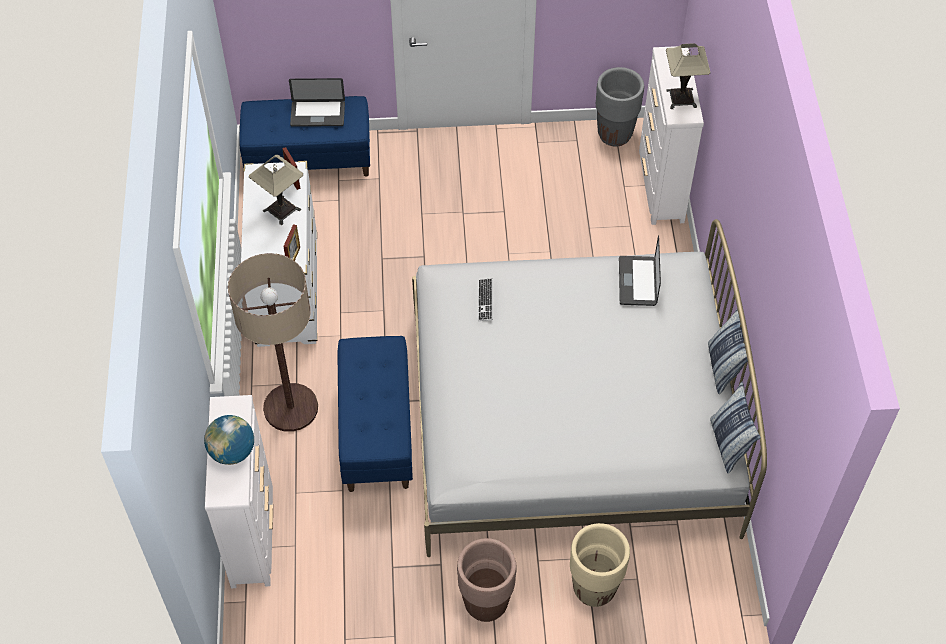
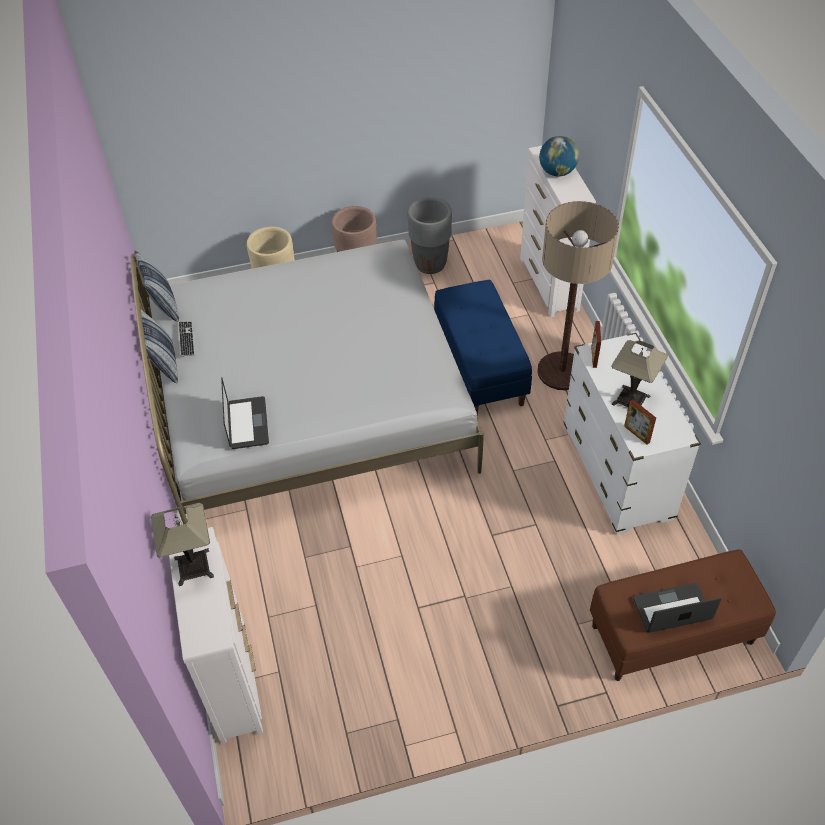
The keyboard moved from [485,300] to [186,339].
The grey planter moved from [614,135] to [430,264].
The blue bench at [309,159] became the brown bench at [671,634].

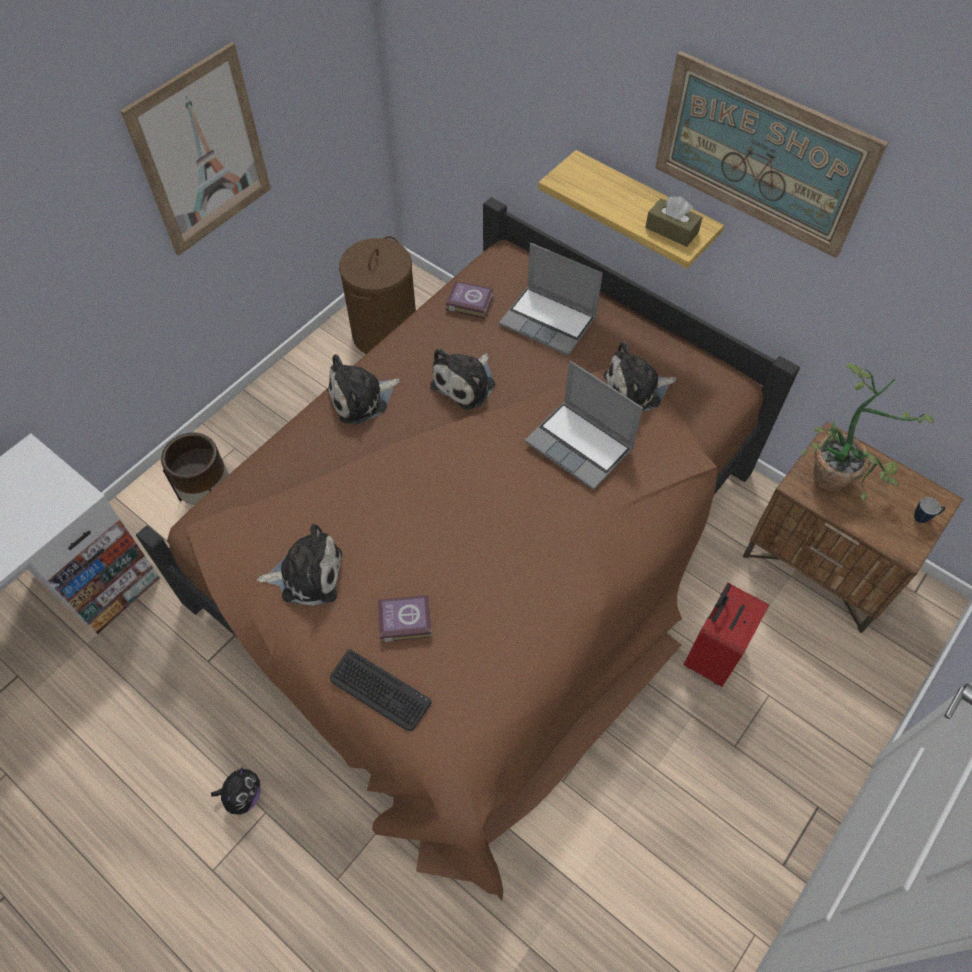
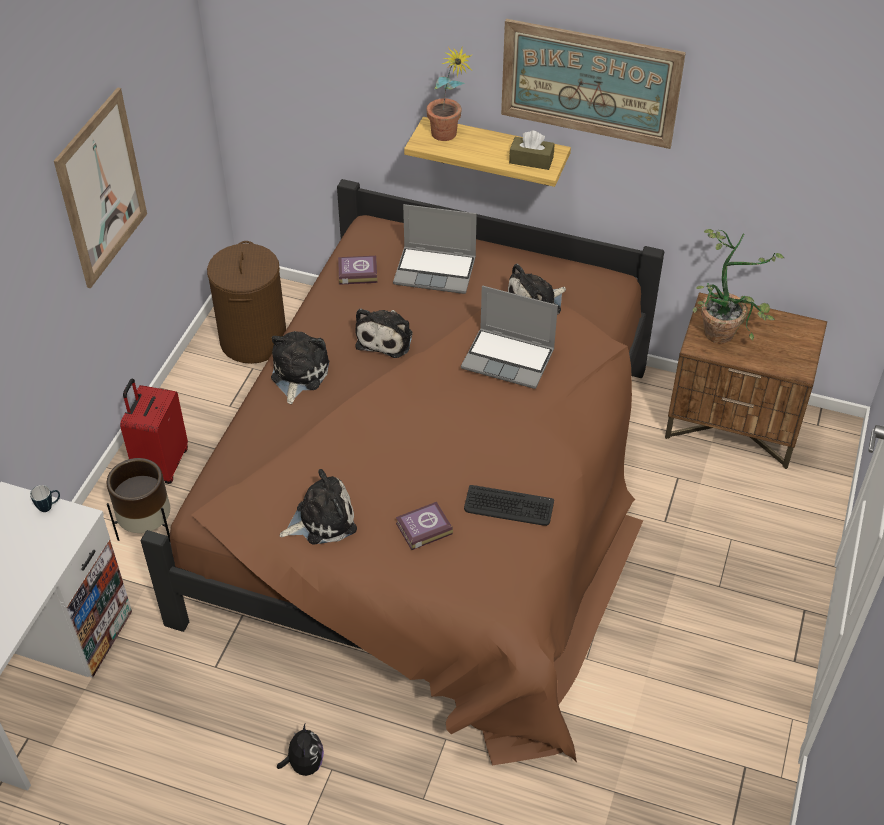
The mug moved from [923,518] to [49,506].
The red suitcase moved from [711,654] to [161,464].
The plush toy at [361,398] turned 150 degrees clockwise.
The potted plant at [447,138] appeared.
The keyboard moved from [379,690] to [508,506].

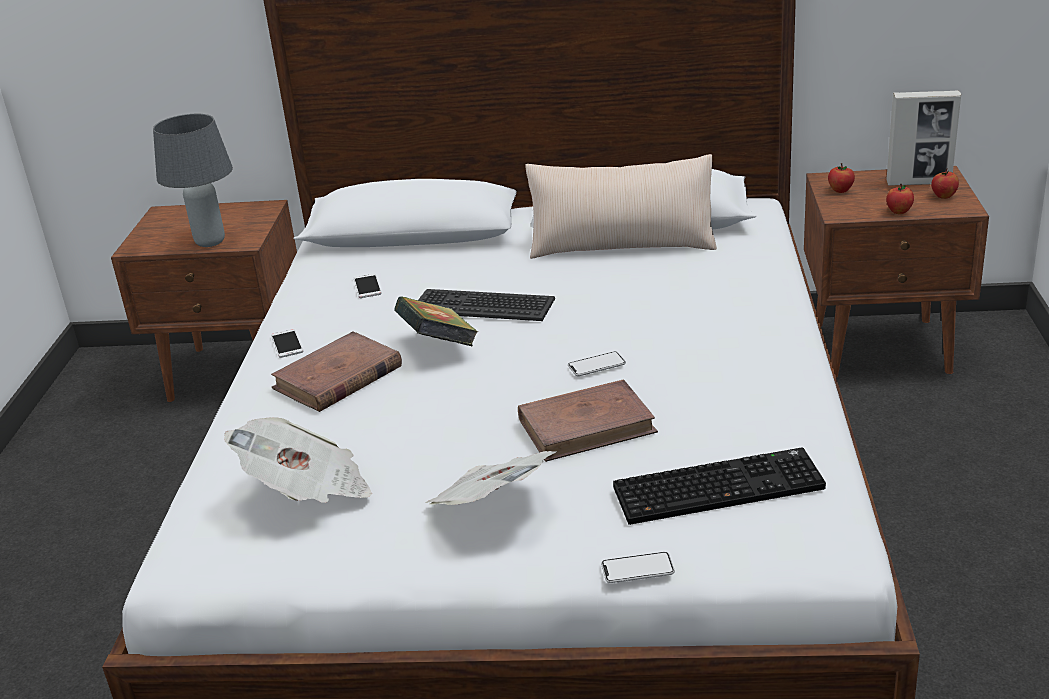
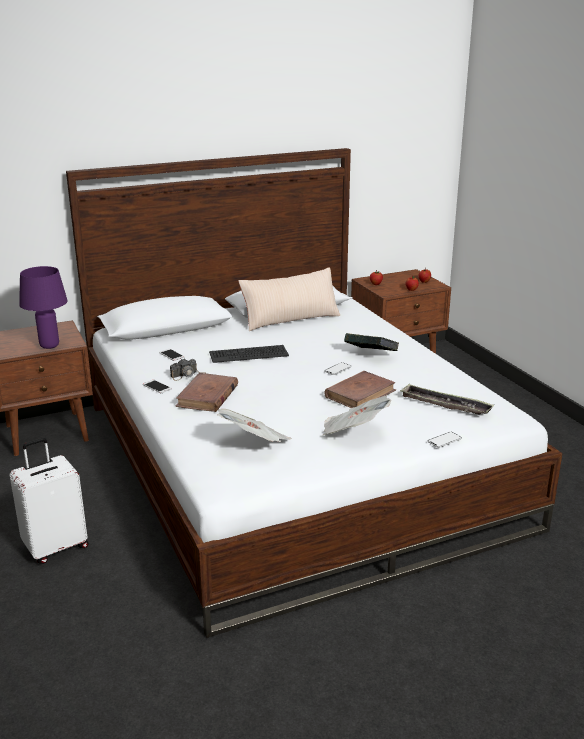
The white suitcase at [56,547] appeared.
The grey table lamp at [211,242] became the purple table lamp at [49,345].
The photo camera at [188,375] appeared.
The book moved from [438,346] to [371,356].
The keyboard at [719,486] was replaced by the tray at [445,404].
The picture frame at [919,183] disappeared.

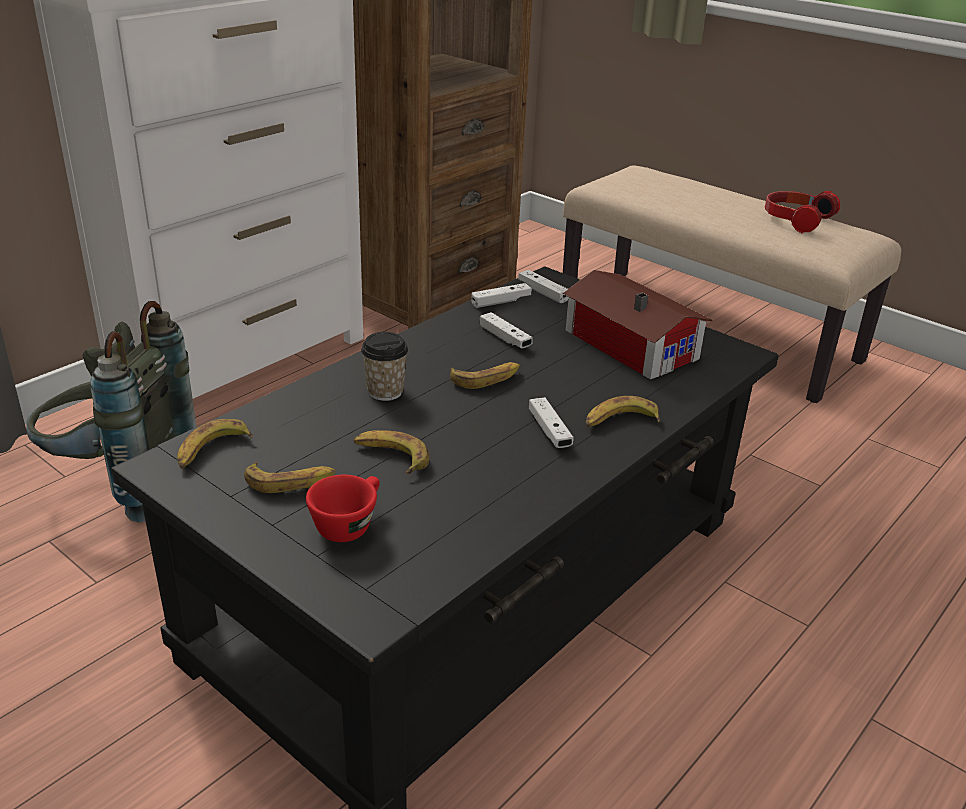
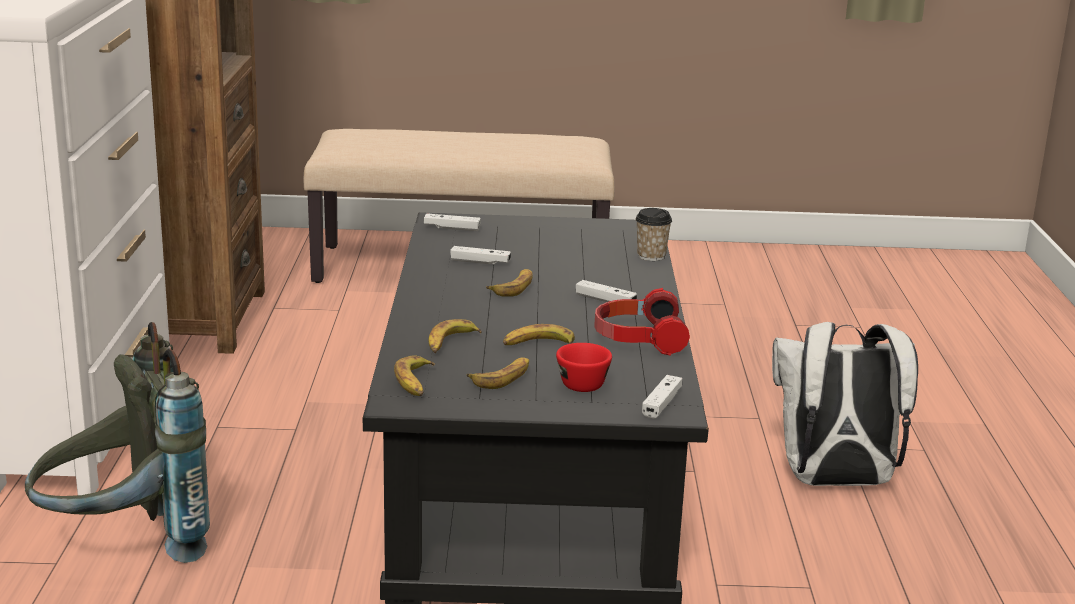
The banana moved from [620,421] to [450,343].
The headphones moved from [795,220] to [638,338].
The cup moved from [385,392] to [651,256].
The white game controller moved from [501,302] to [661,404].
The white backpack at [834,482] appeared.
The toy house at [630,342] disappeared.

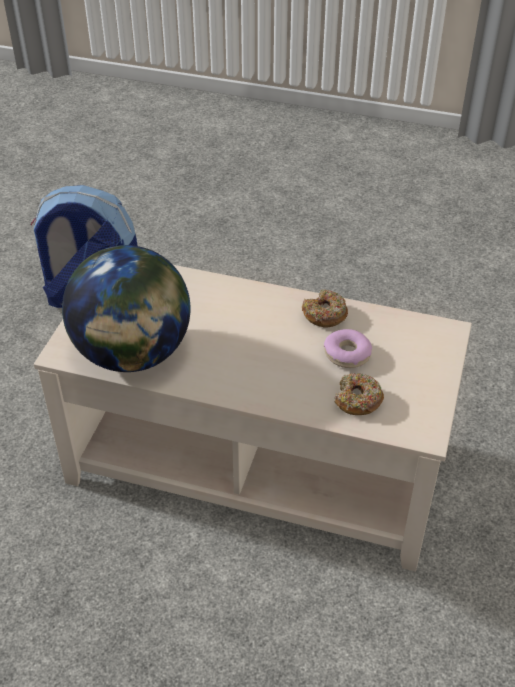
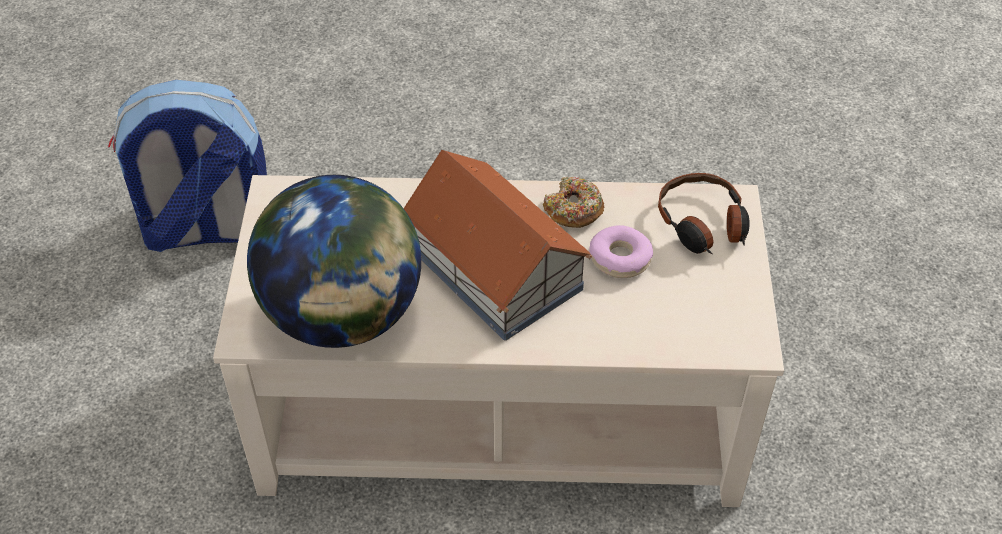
The toy house at [494,269] appeared.
The headphones at [703,224] appeared.
The donut at [357,400] disappeared.

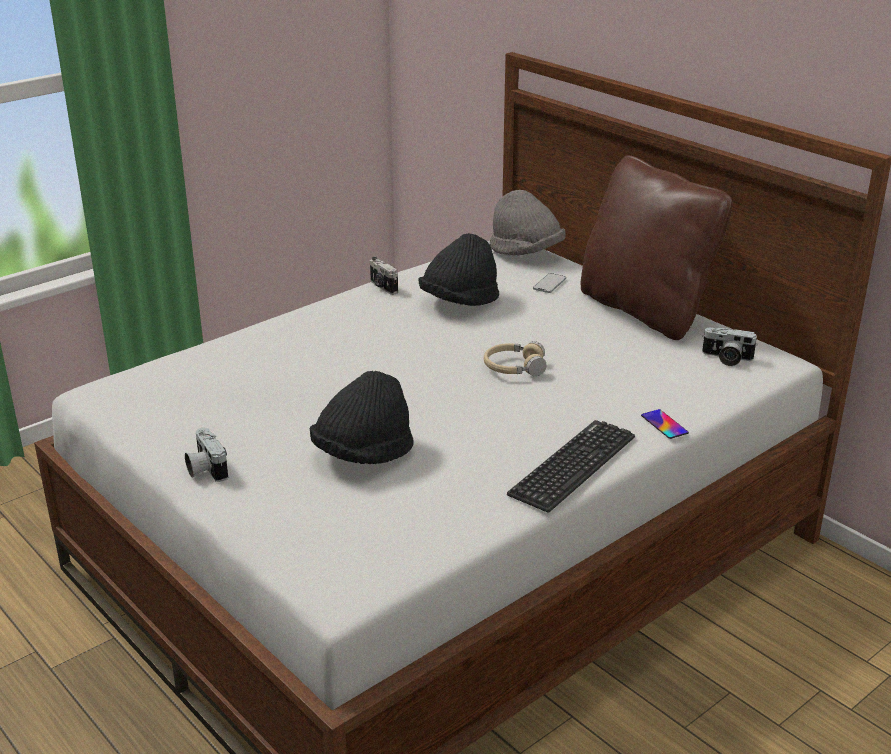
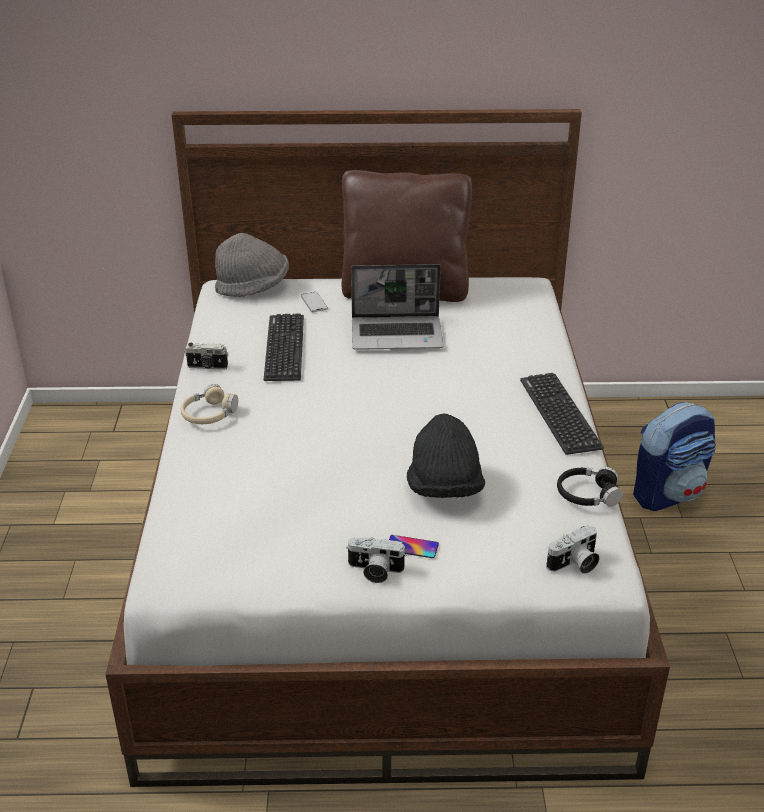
The beige headphones moved from [514,367] to [209,414].
The black hat at [459,302] was replaced by the keyboard at [284,348].
The laptop at [398,334] appeared.
The phone moved from [664,424] to [412,547].
The photo camera moved from [726,358] to [574,564].
The black headphones at [587,494] appeared.
The backpack at [668,493] appeared.

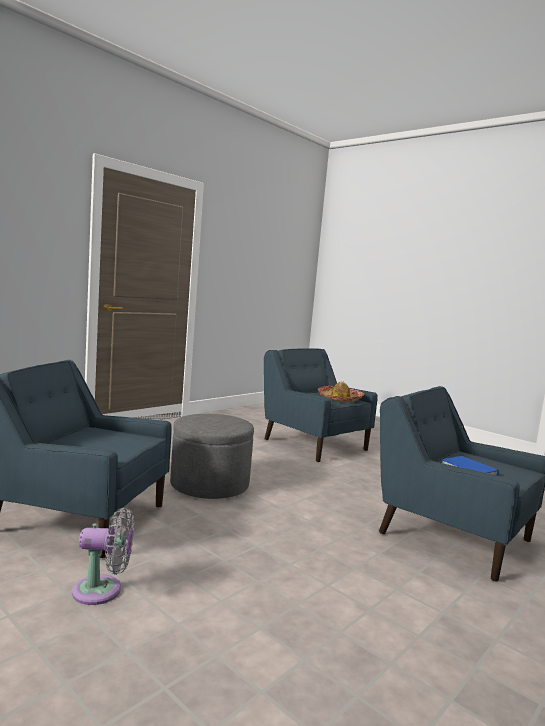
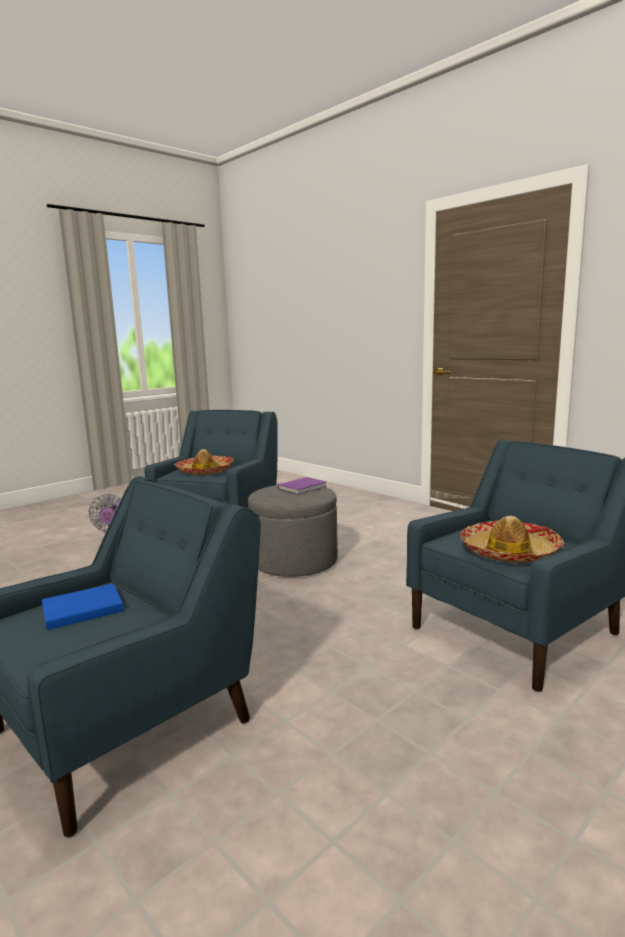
The hat at [205,471] appeared.
The purple book at [304,487] appeared.

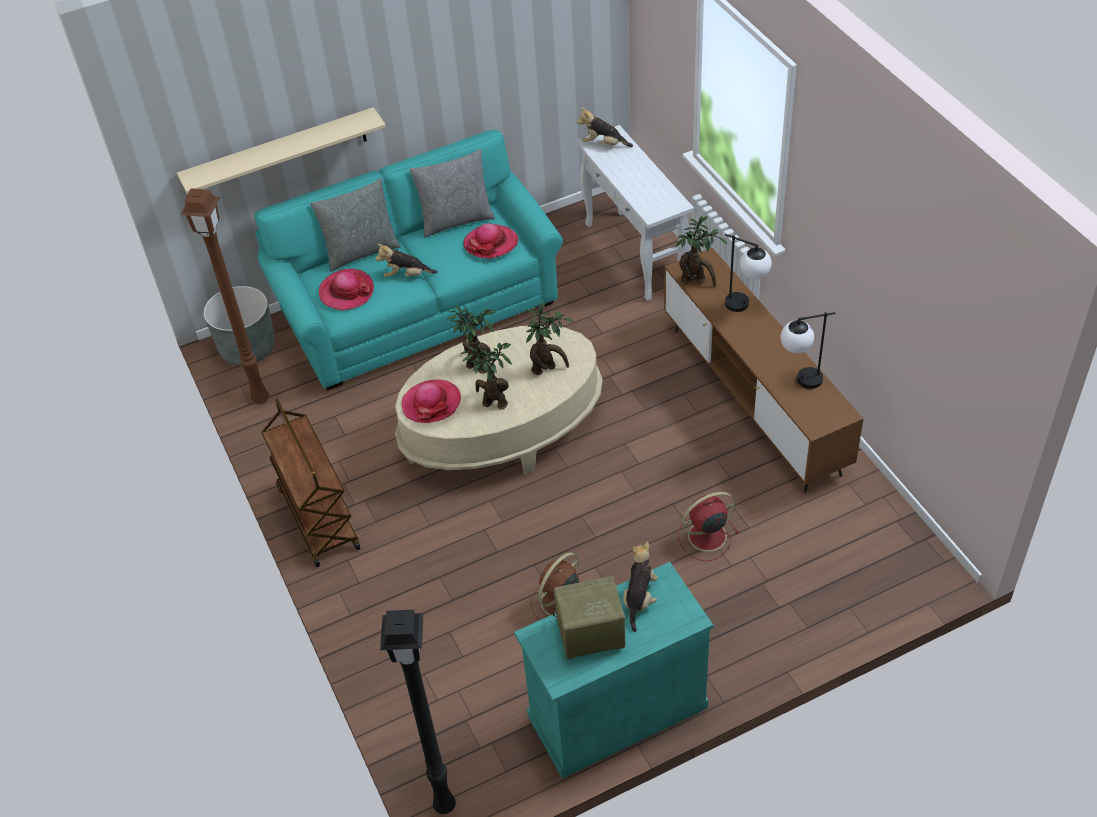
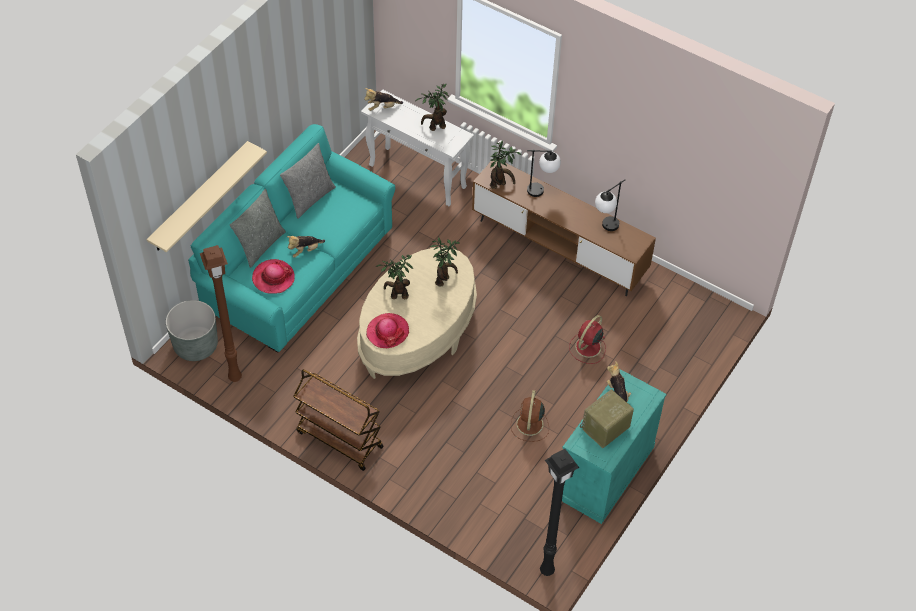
The potted plant moved from [492,402] to [435,127].
The hat at [491,243] disappeared.

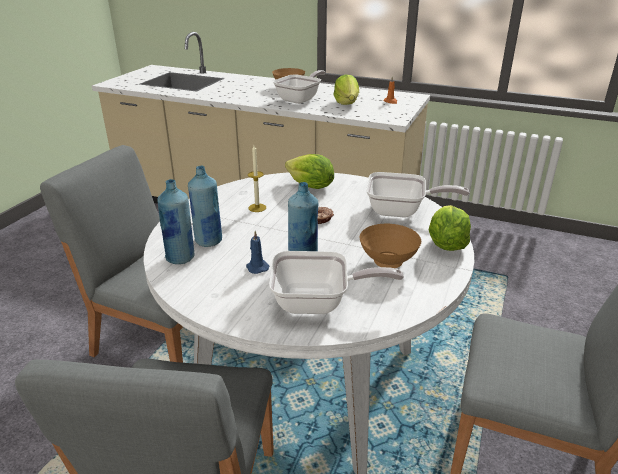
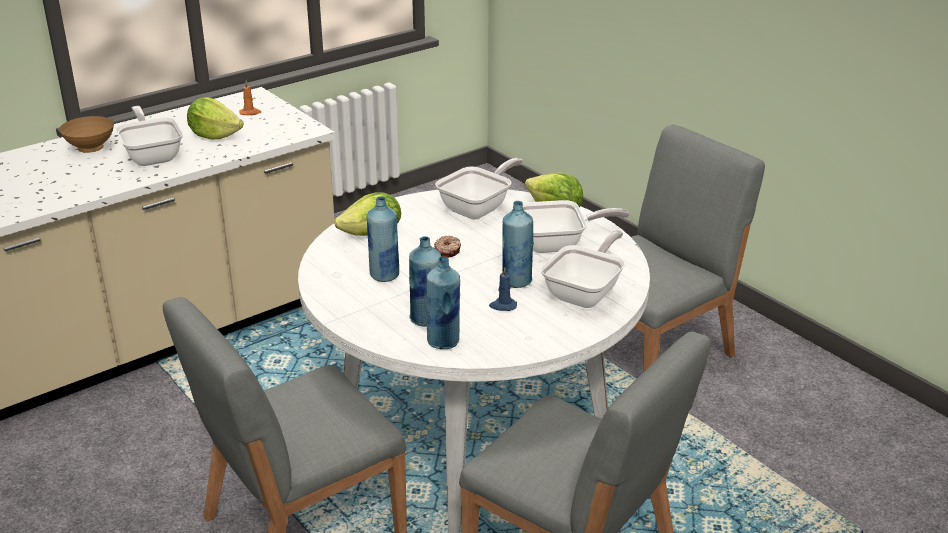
The candle at [257,208] was replaced by the blue bottle at [384,276].
The brown bowl at [388,263] was replaced by the frying pan at [558,245].

